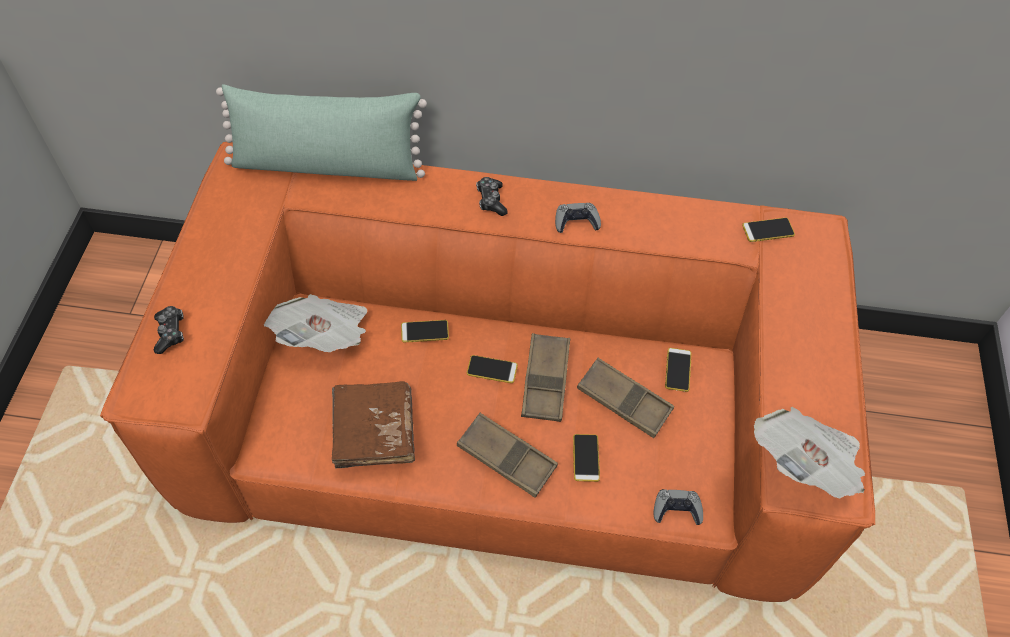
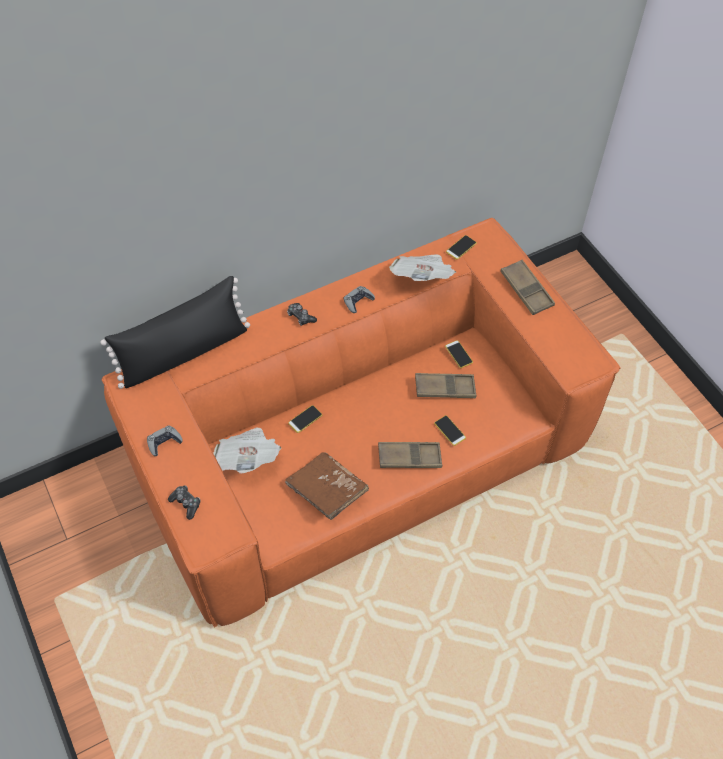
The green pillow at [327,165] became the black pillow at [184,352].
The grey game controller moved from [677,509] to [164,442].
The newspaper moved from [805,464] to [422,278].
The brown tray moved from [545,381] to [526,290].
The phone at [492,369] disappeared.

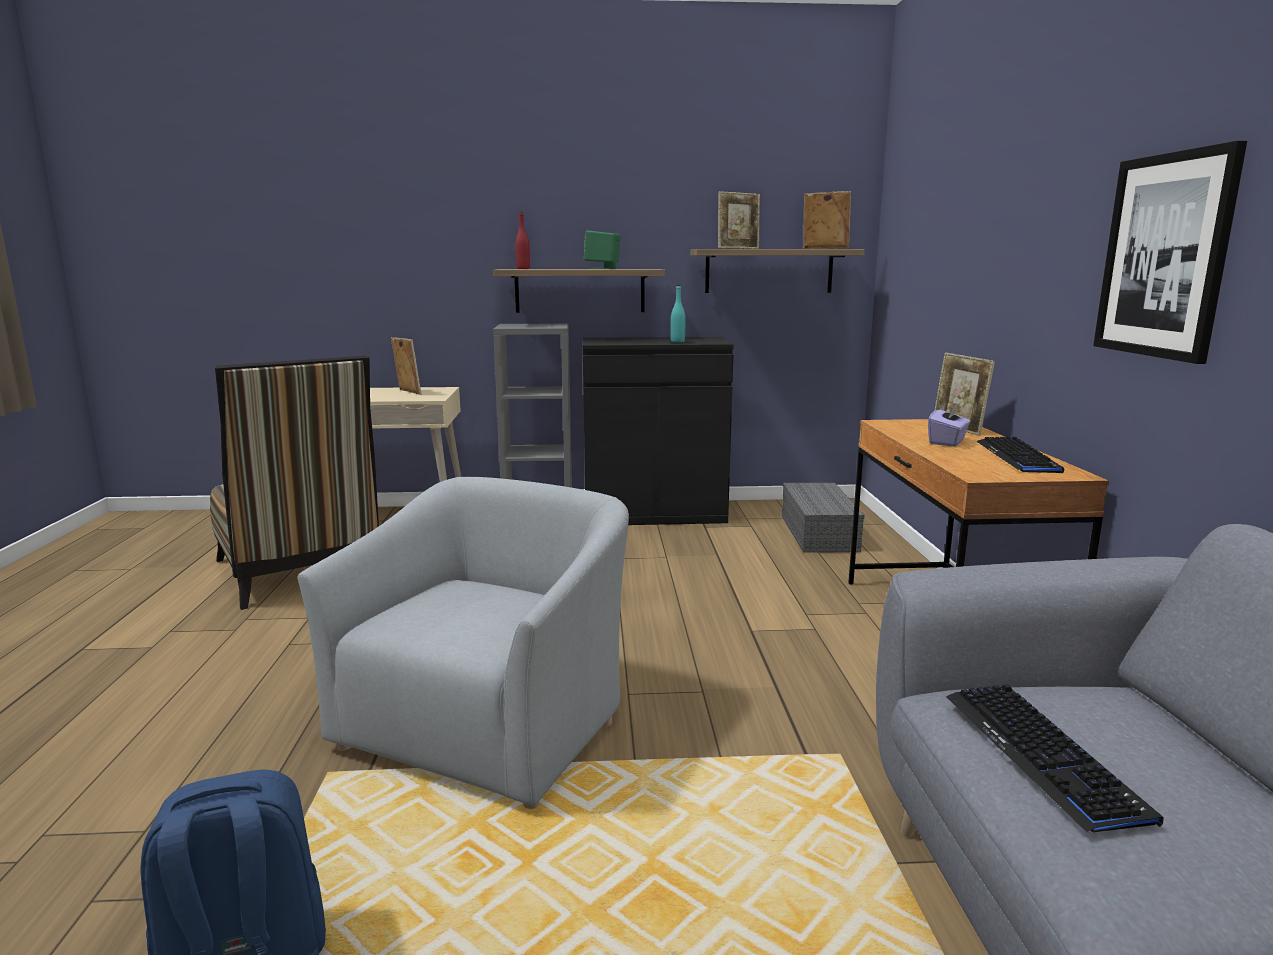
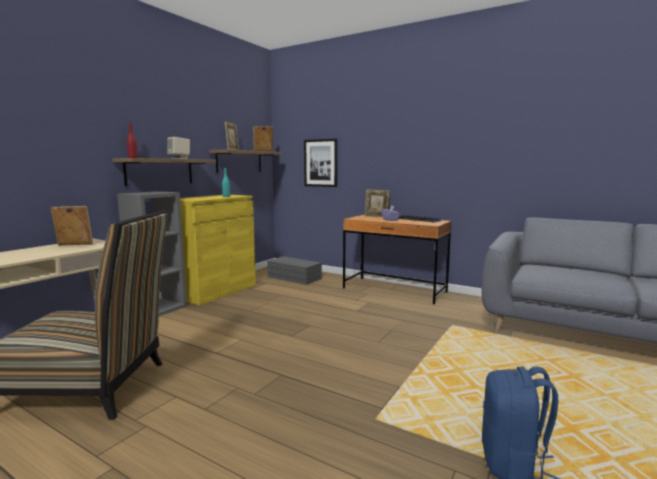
The green speaker at [602,268] became the beige speaker at [179,158].
The black cabinet at [654,513] became the yellow cabinet at [216,291].
The picture moved from [1165,256] to [321,163].
The grey armchair at [489,724] disappeared.
The keyboard at [1042,755] disappeared.

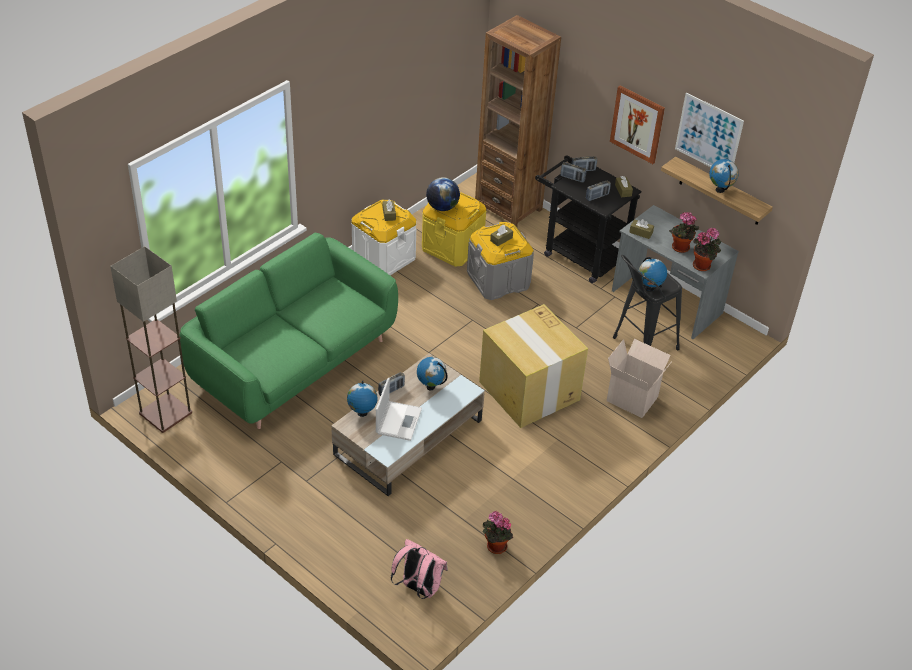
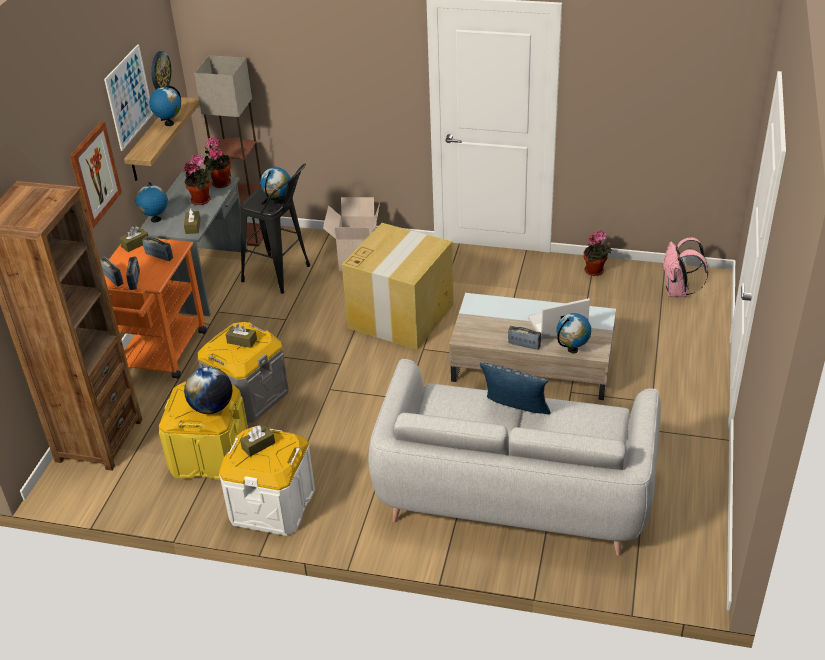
The black cart at [579,253] became the orange cart at [158,356].
The globe moved from [431,386] to [155,220].
The wall clock at [160,71] appeared.
The floor lamp moved from [165,412] to [246,235].
The green sofa at [293,362] became the grey sofa at [514,492].
The pillow at [516,412] appeared.

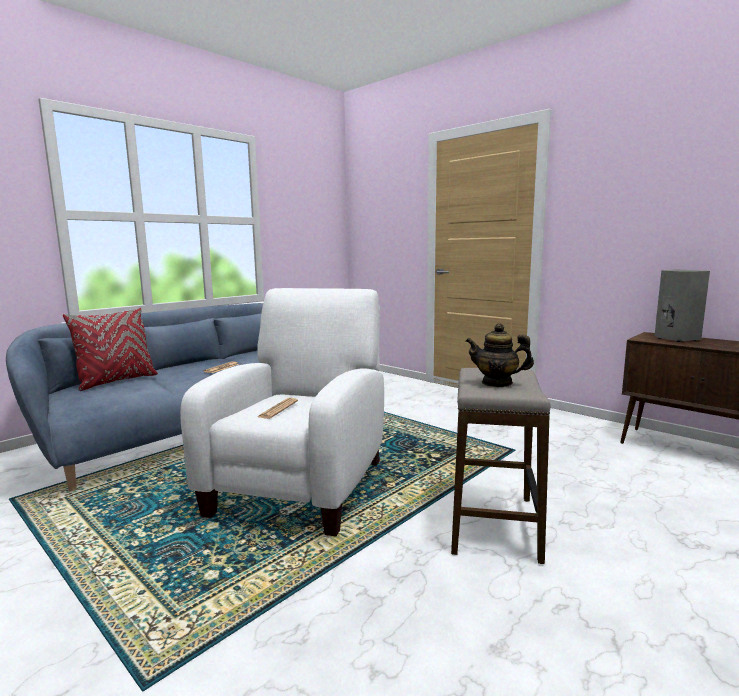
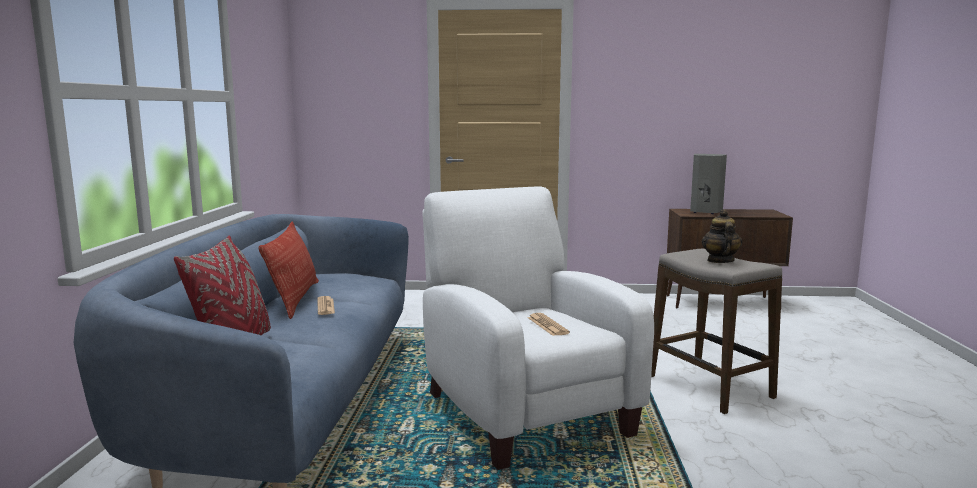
The pillow at [295,299] appeared.
The teapot at [497,383] turned 120 degrees clockwise.

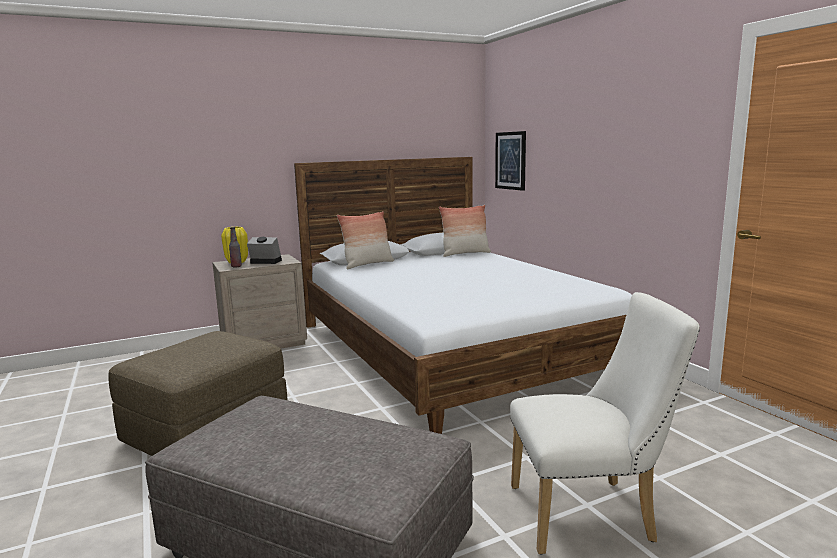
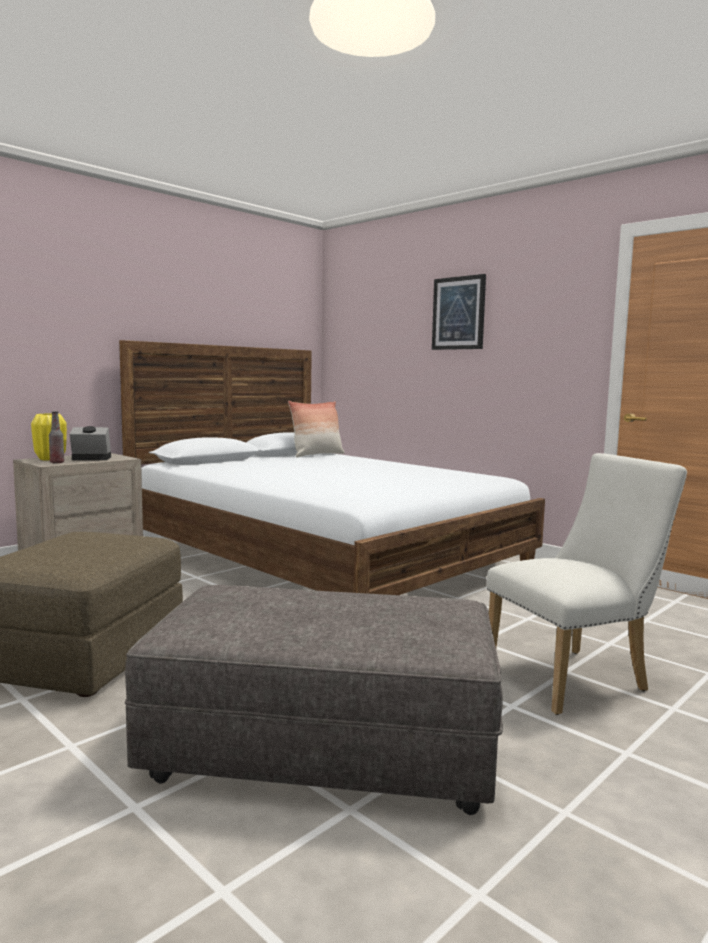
The picture moved from [511,160] to [458,313].
The pillow at [367,264] disappeared.

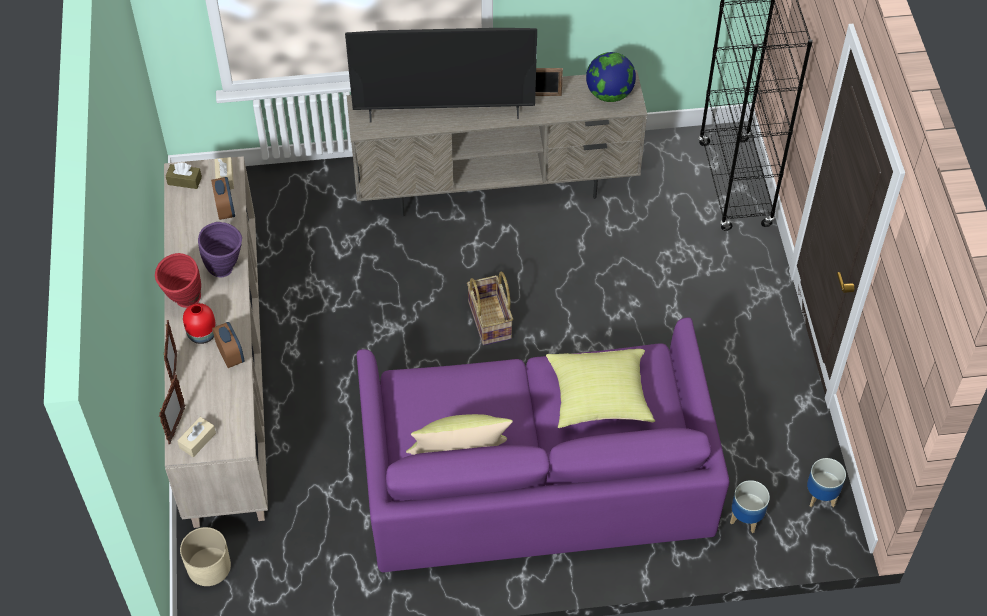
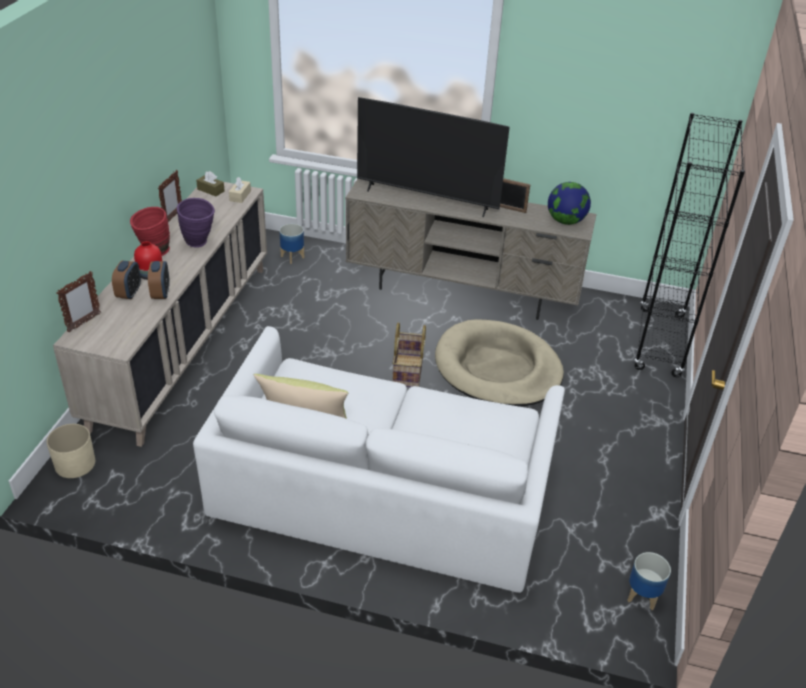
The alarm clock moved from [225,210] to [129,293].
The picture frame moved from [175,371] to [173,217].
The purple sofa at [534,472] became the white sofa at [382,486].
The planter moved from [745,518] to [292,257].
The beige dog bed at [497,368] appeared.
The beige tissue box at [197,440] disappeared.
The yellow pillow at [598,399] disappeared.

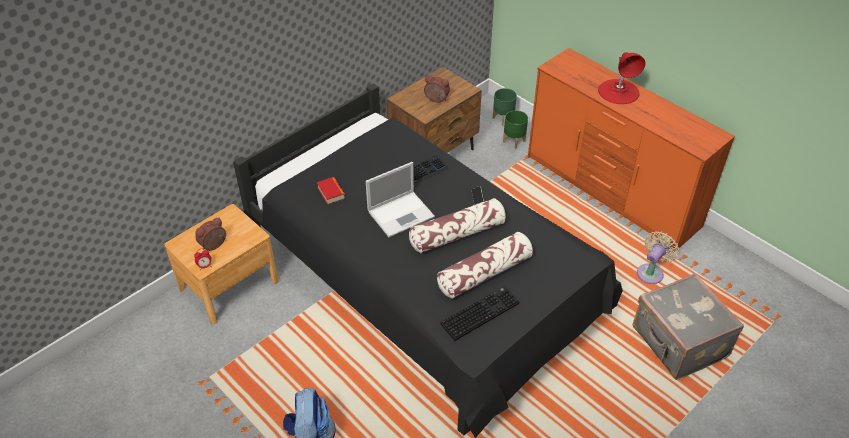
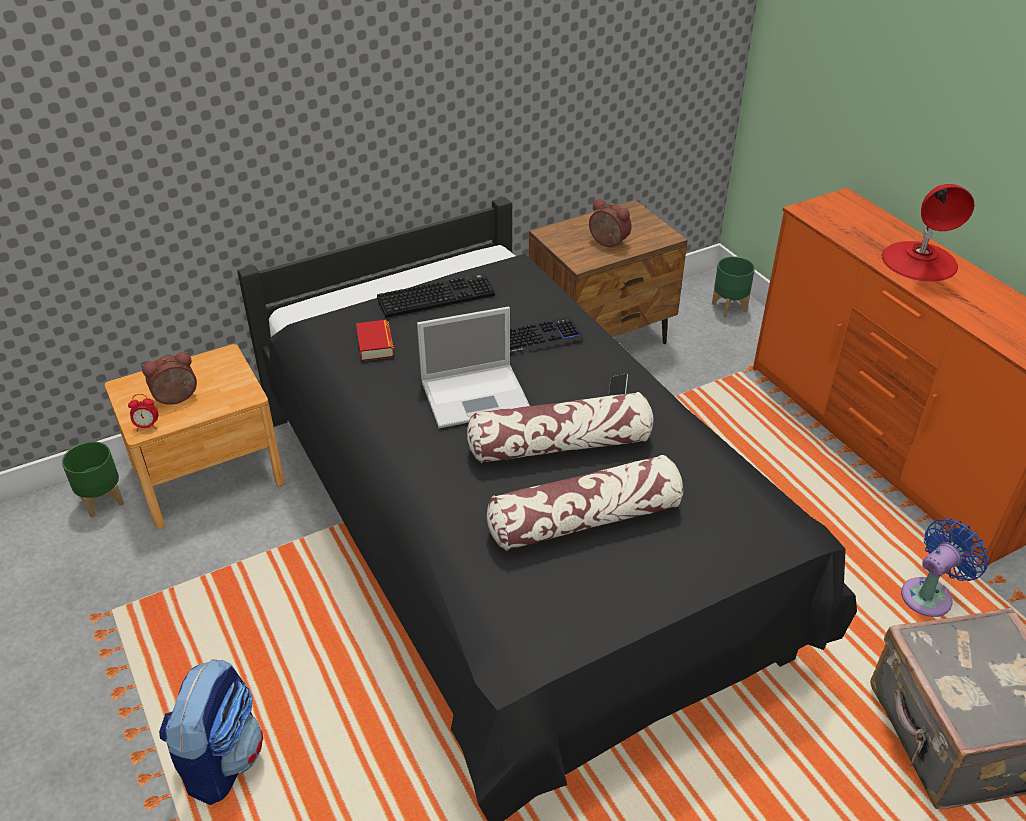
The green planter moved from [513,141] to [102,501].
The keyboard moved from [480,312] to [436,296].
The beige fan at [651,272] became the blue fan at [930,595].

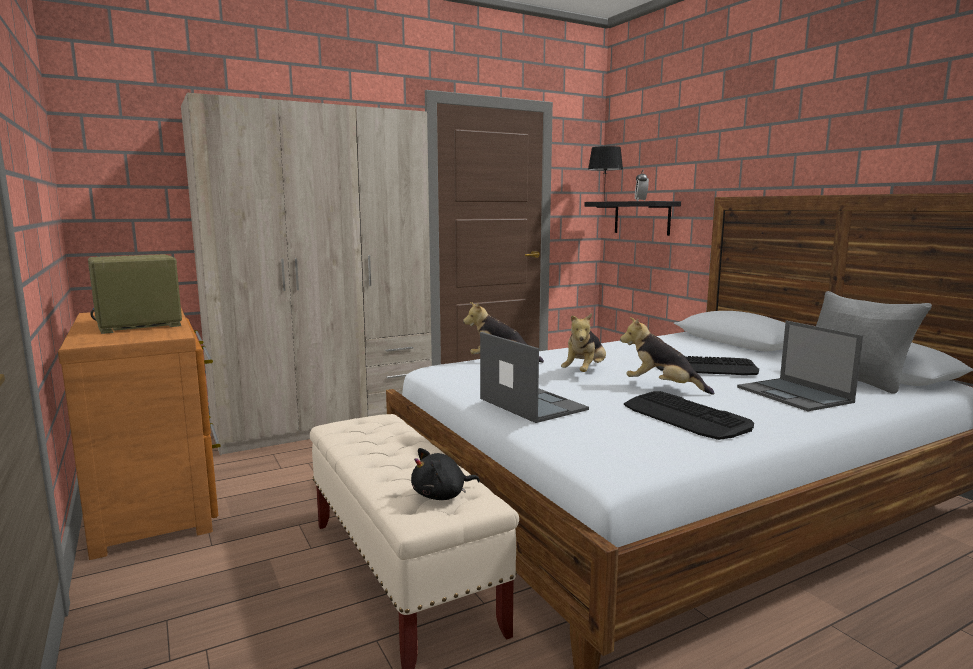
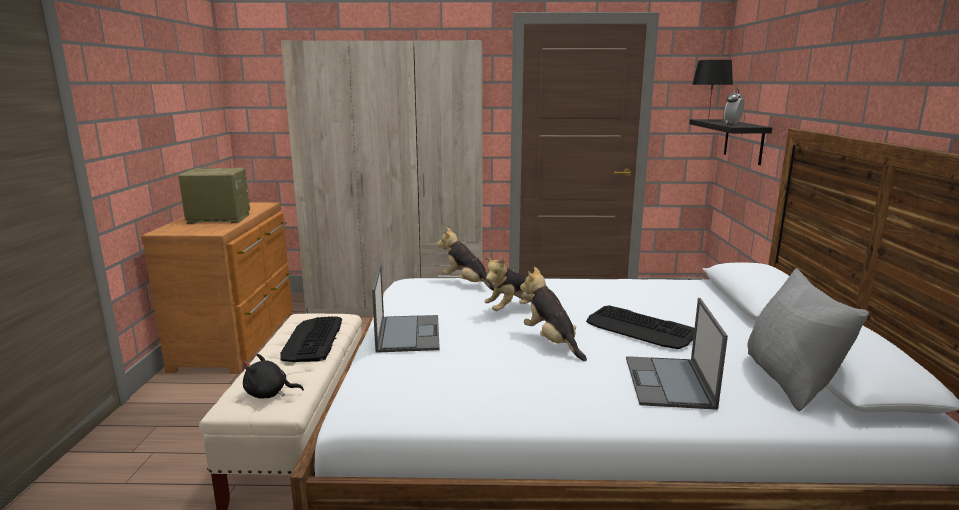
The keyboard moved from [685,417] to [313,340].

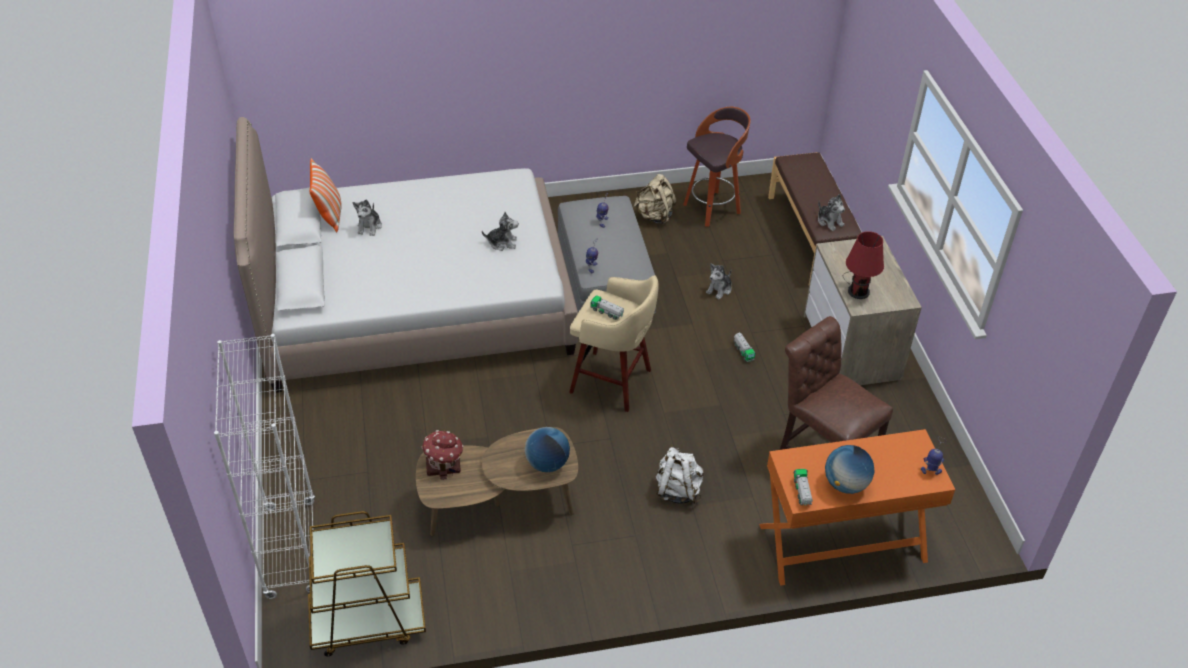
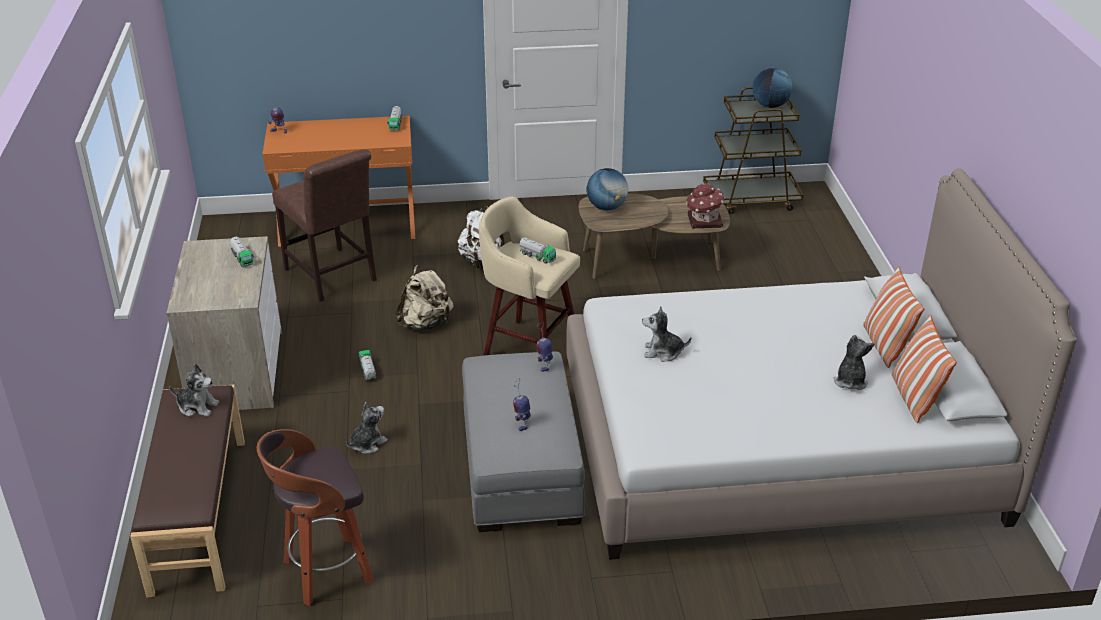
The plush toy at [829,221] turned 135 degrees clockwise.
The red table lamp at [858,290] was replaced by the toy truck at [242,258].
The beige backpack moved from [654,216] to [425,324].
The globe moved from [845,484] to [770,105].
The pillow at [884,346] appeared.
The white bookcase at [291,549] disappeared.

